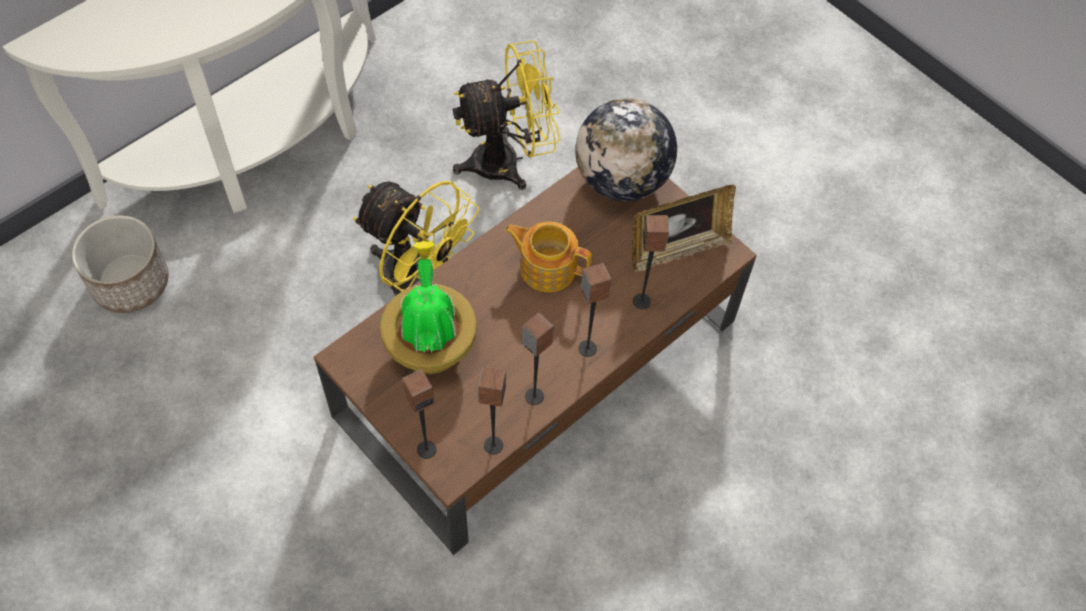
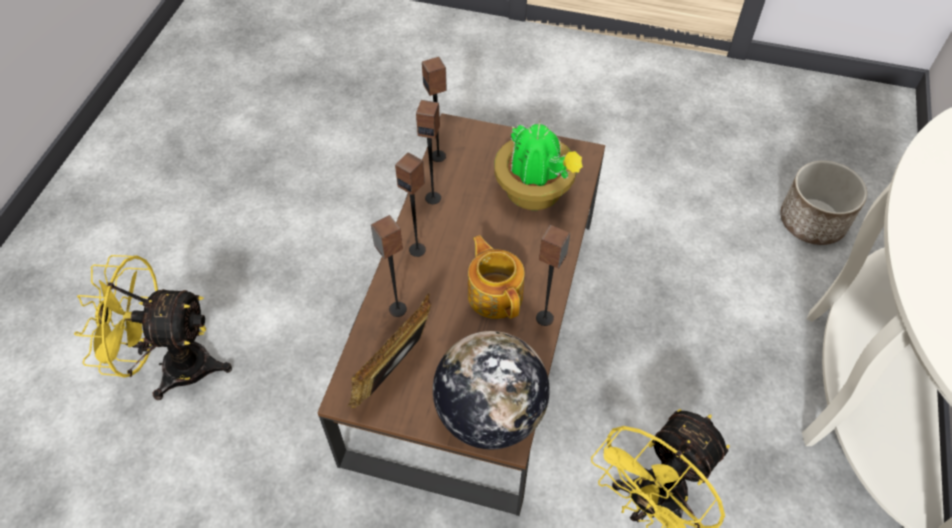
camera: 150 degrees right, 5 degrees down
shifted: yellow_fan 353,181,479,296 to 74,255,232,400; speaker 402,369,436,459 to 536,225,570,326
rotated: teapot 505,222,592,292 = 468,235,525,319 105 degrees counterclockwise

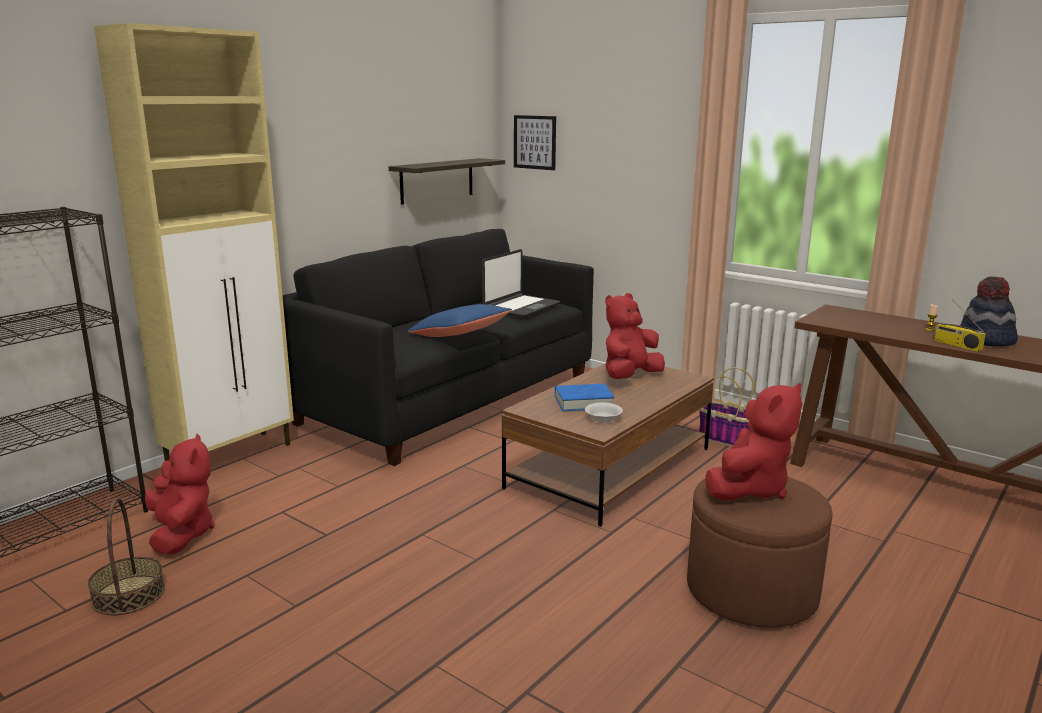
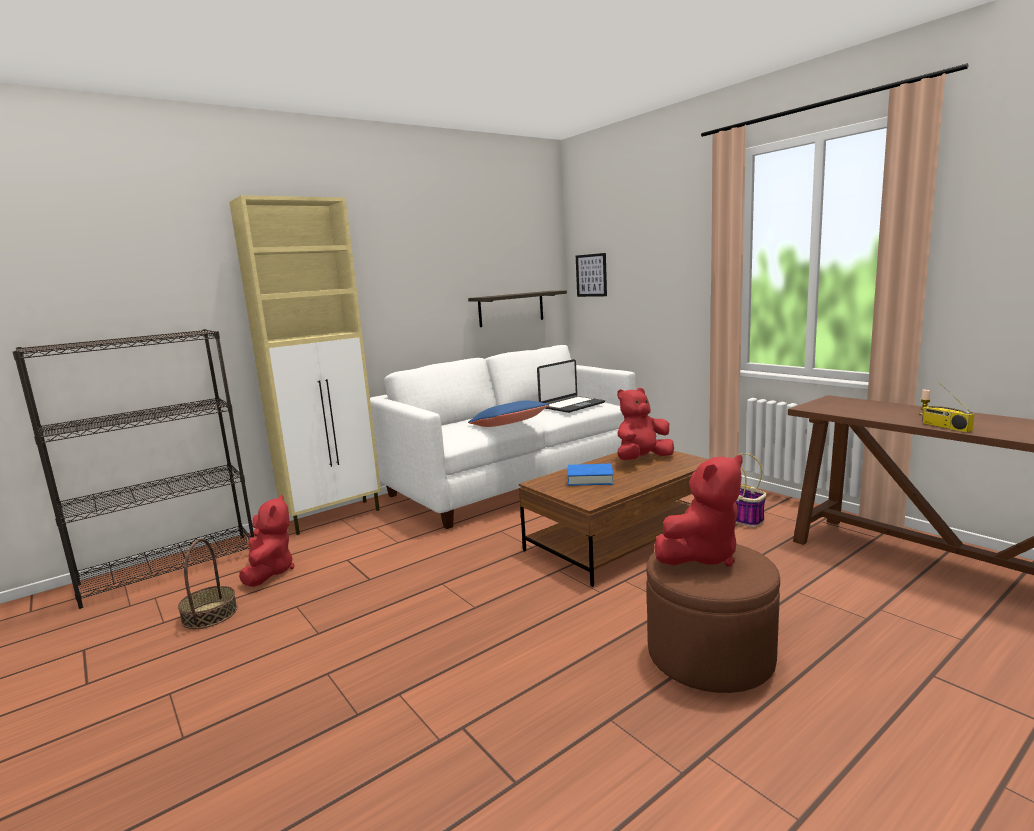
camera: 15 degrees right, 5 degrees down
gone: white_bowl 585,403,623,423; hat 960,276,1018,347
repainted: black_sofa 282,229,594,466 to white_sofa 370,345,636,529

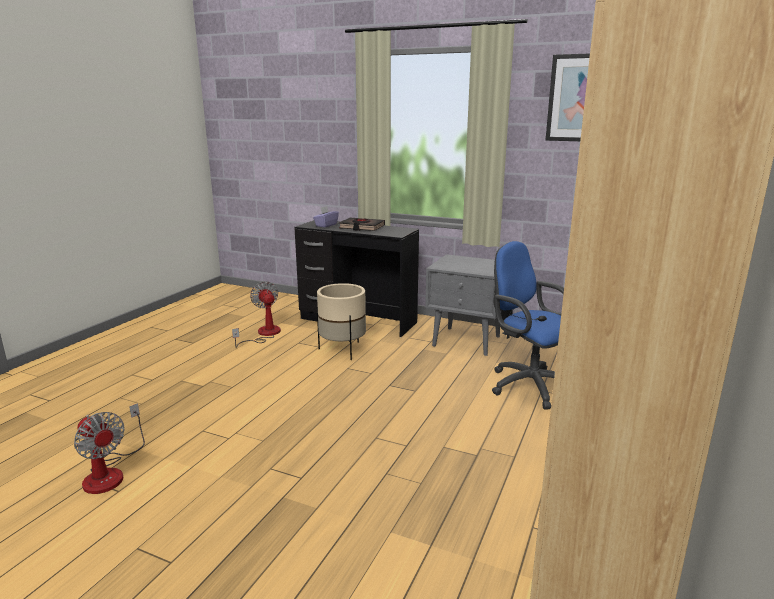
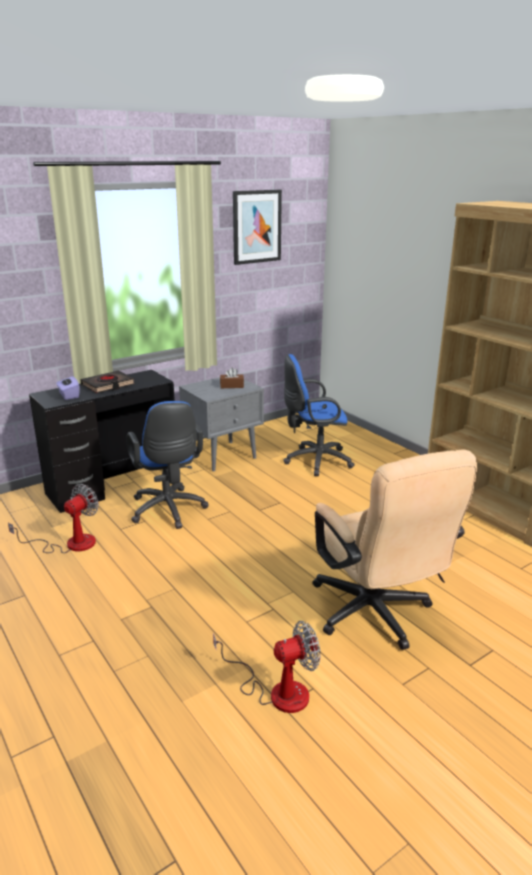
camera: 60 degrees left, 5 degrees up
new: brown_tissue_box 220,368,244,388; beige_office_chair 312,450,477,650
swapped: beige_planter 317,283,366,360 to blue_office_chair 126,401,208,529
rotated: fan 232,281,281,348 = 8,484,99,553 120 degrees clockwise

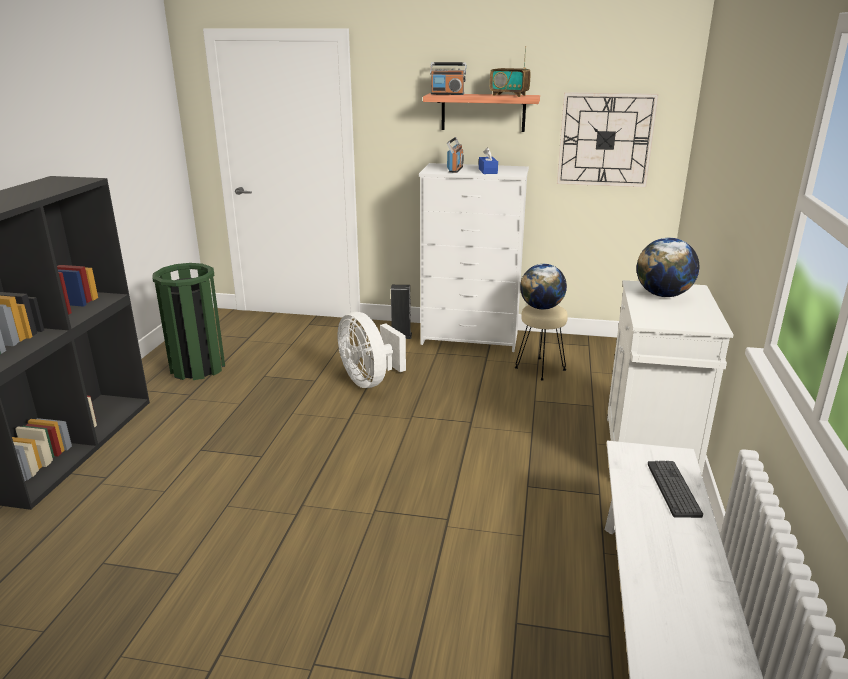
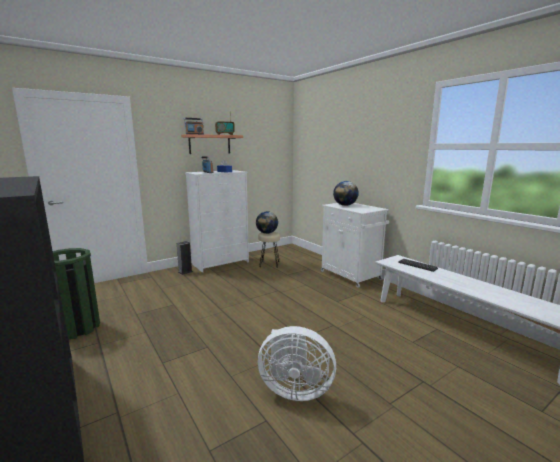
camera: 45 degrees left, 10 degrees down
gone: wall_clock 557,92,659,187
shifted: white_fan 337,312,406,388 to 258,326,336,401

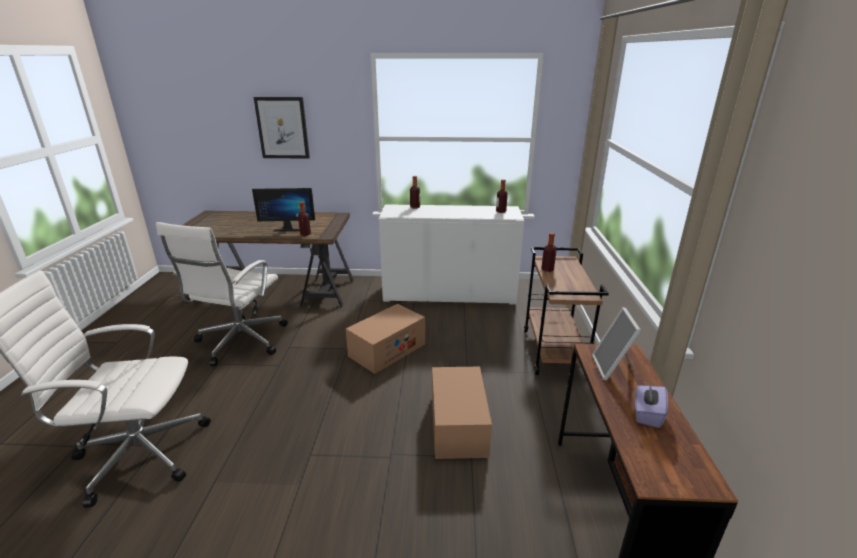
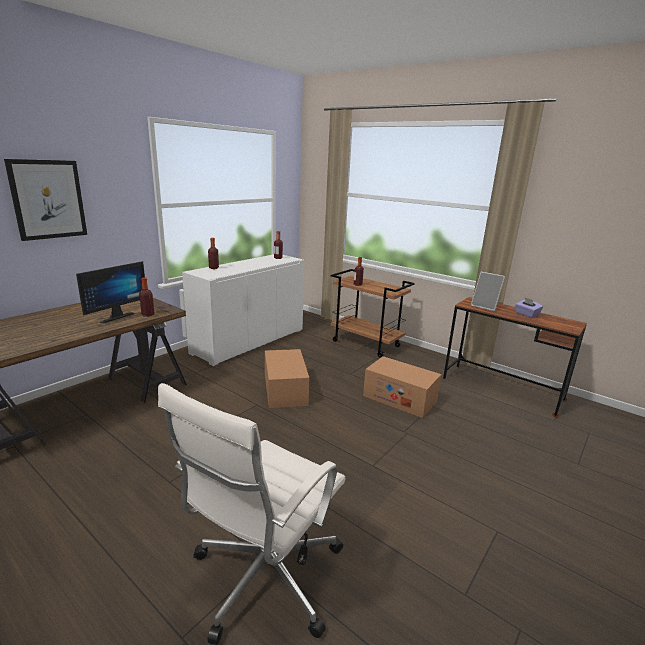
camera: 55 degrees left, 5 degrees down
gone: white_office_chair 156,222,288,366

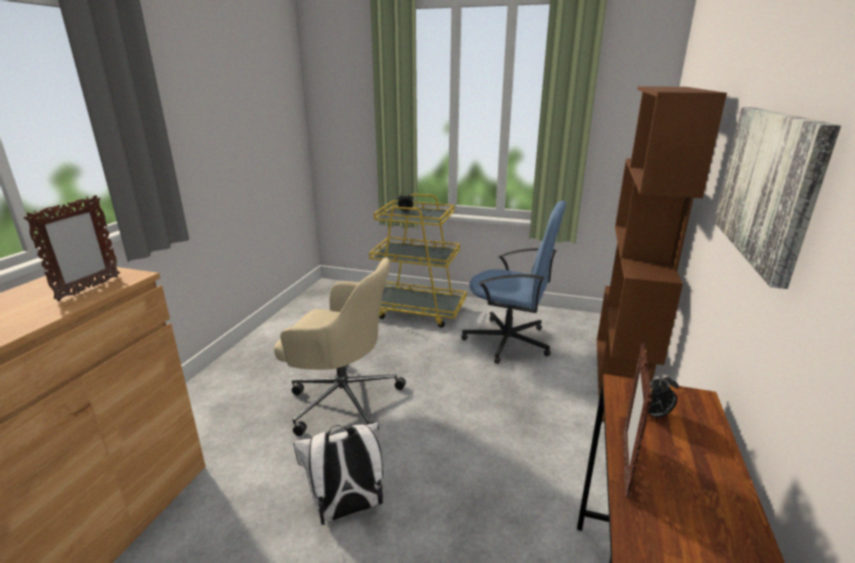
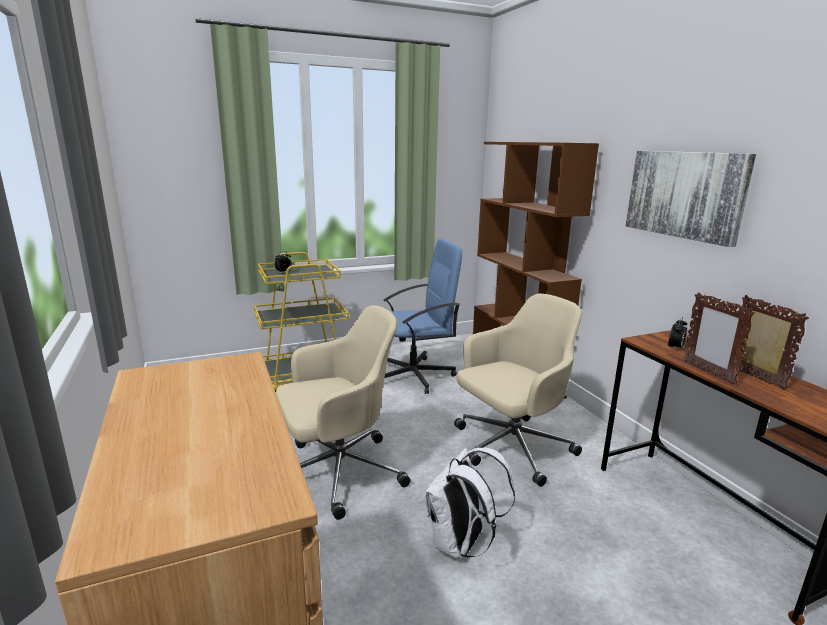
camera: 40 degrees left, 5 degrees down
new: beige_office_chair 454,293,582,487
shifted: picture_frame 24,195,120,301 to 735,295,809,390

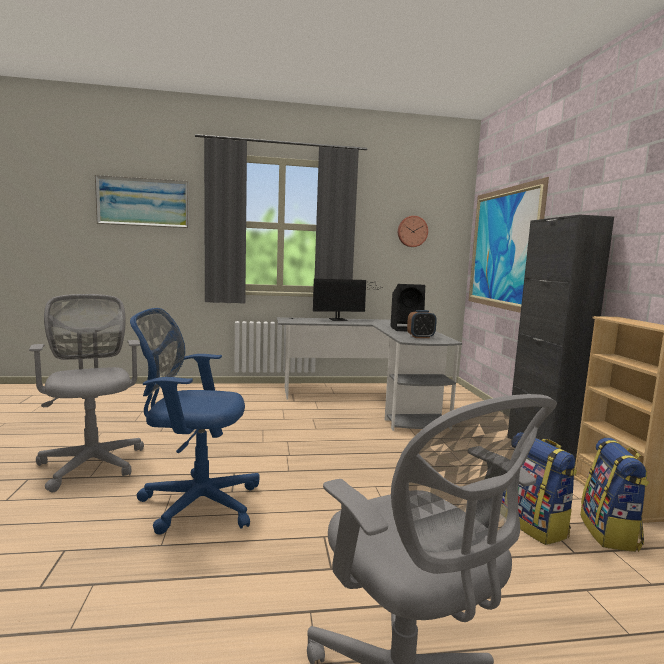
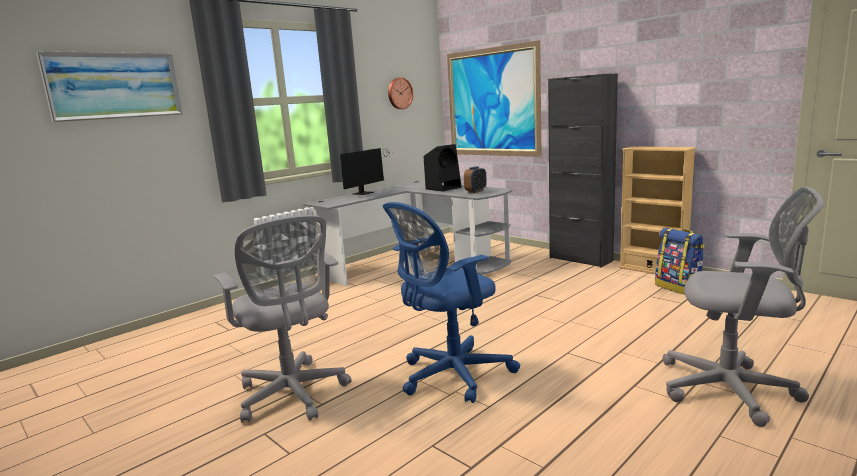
camera: 35 degrees left, 5 degrees up
gone: backpack 502,432,577,545
rotated: grey_office_chair 29,294,144,493 = 214,215,352,423 150 degrees counterclockwise

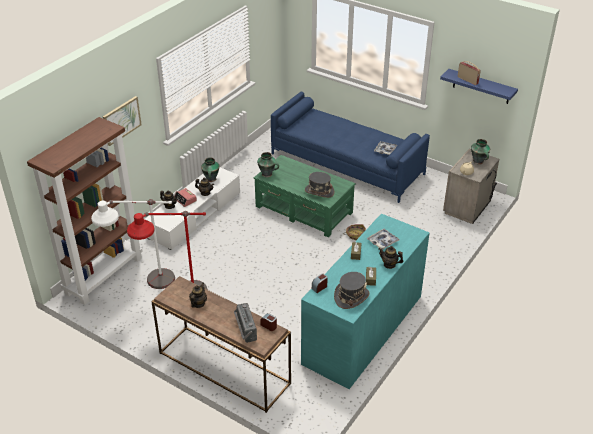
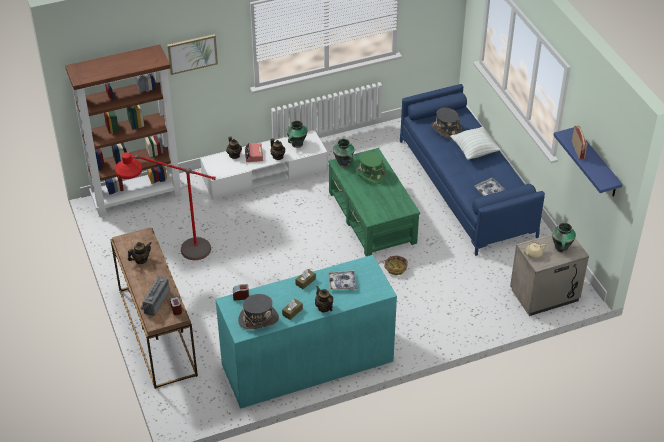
camera: 35 degrees right, 5 degrees up
gone: white_floor_lamp 91,199,175,289
new: green_hat 355,151,387,184; pillow 450,127,501,160
shifted: grey_hat 305,172,334,198 to 432,108,462,139

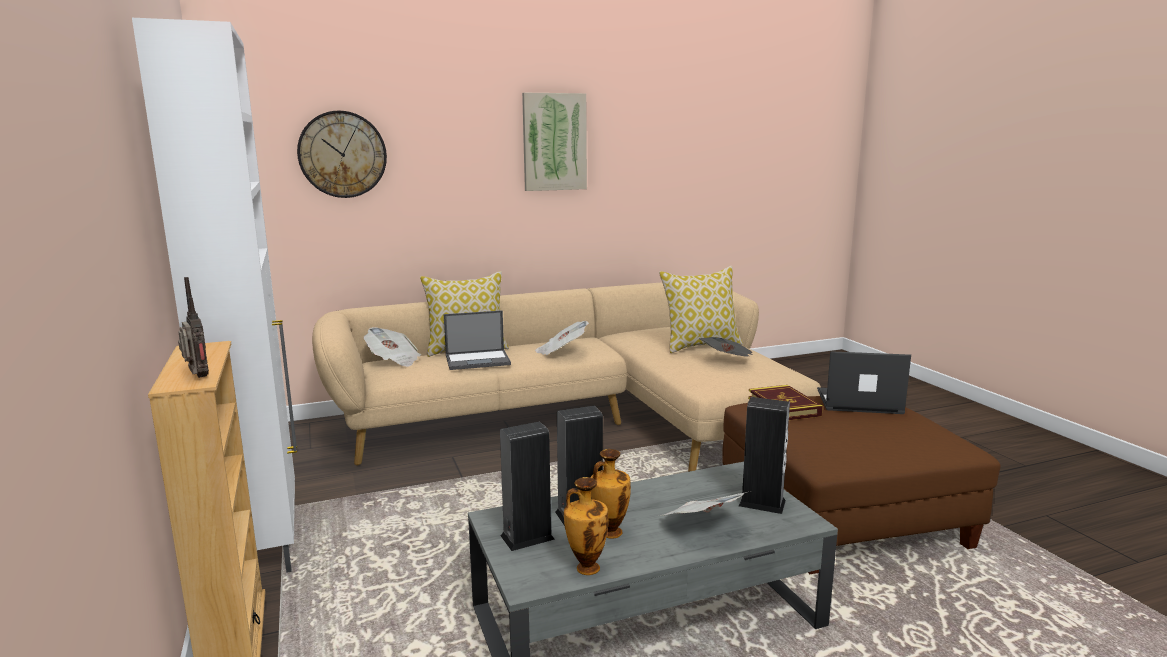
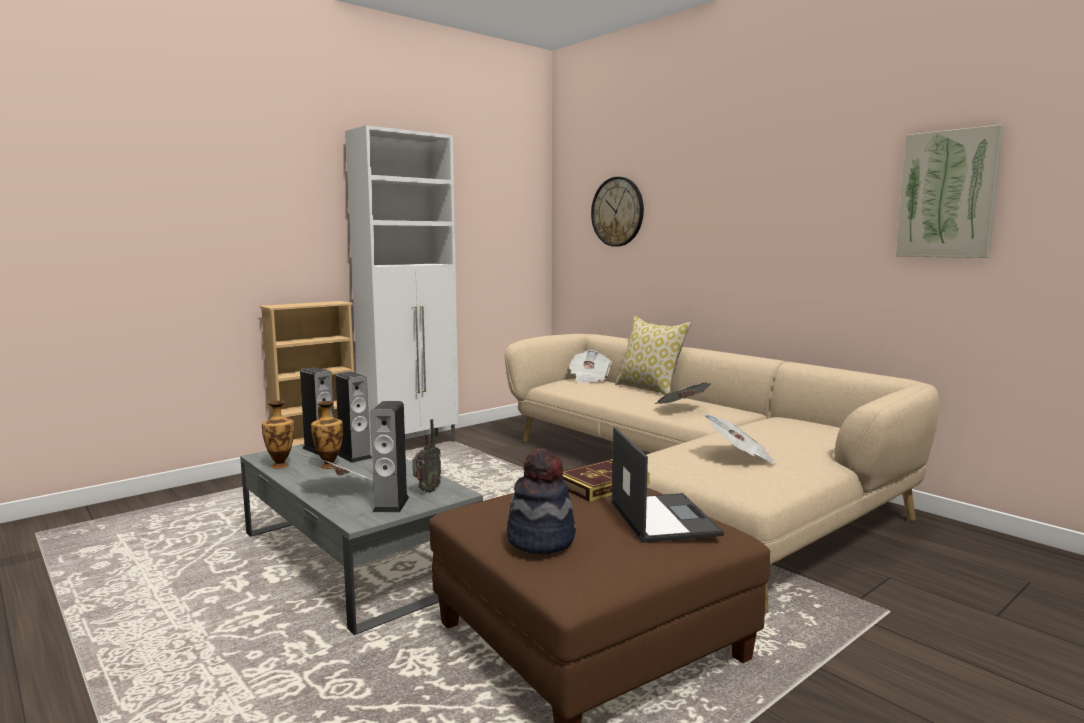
camera: 70 degrees right, 5 degrees down
gone: laptop 444,310,511,370; pillow 659,266,743,353
new: hat 507,448,576,554
shifted: radio 178,277,209,378 to 413,419,441,492; picture 522,93,587,191 to 896,125,1004,258

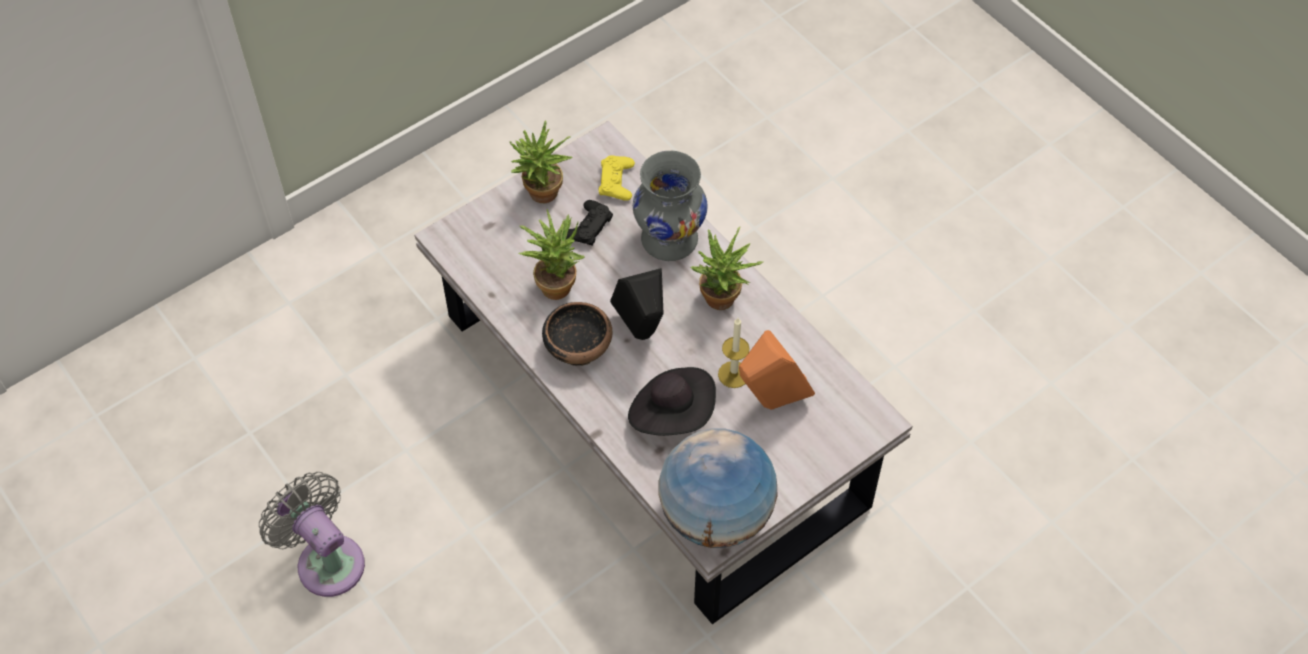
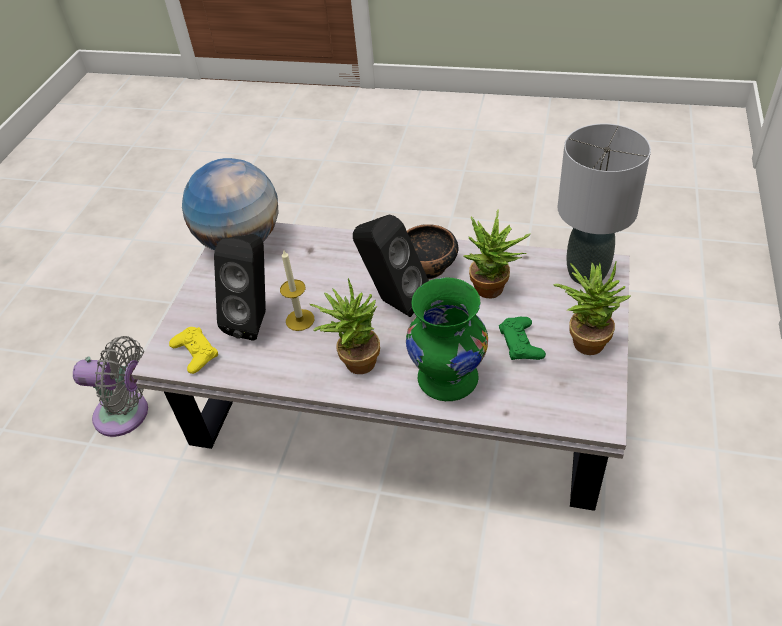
camera: 145 degrees right, 10 degrees down
gone: black_hat 628,367,716,436
new: grey_table_lamp 558,123,651,284
shifted: grey_fan 259,472,365,597 to 73,336,148,437; yellow_game_controller 599,155,635,201 to 169,327,218,374
repainted: orange_speaker 739,330,815,410 to black_speaker 214,234,266,341; grey_vase 633,151,708,261 to green_vase 406,277,488,401; black_game_controller 566,200,613,246 to green_game_controller 499,317,546,360

